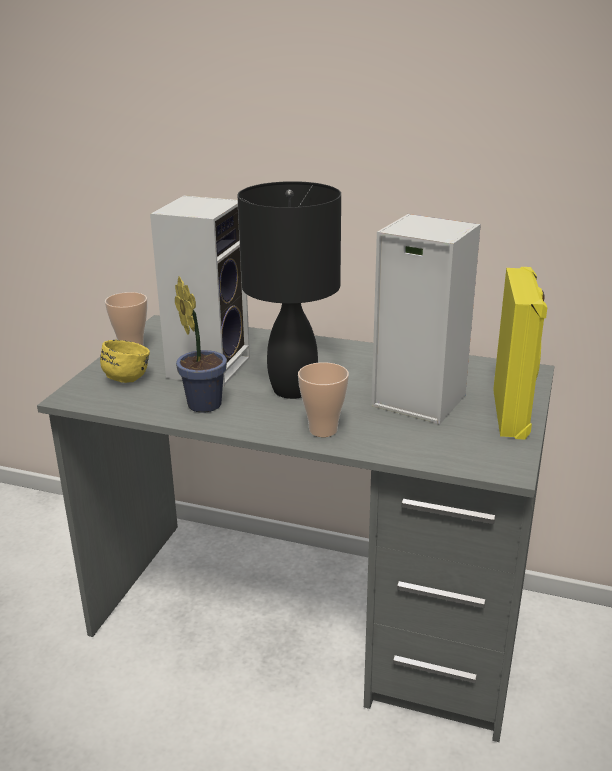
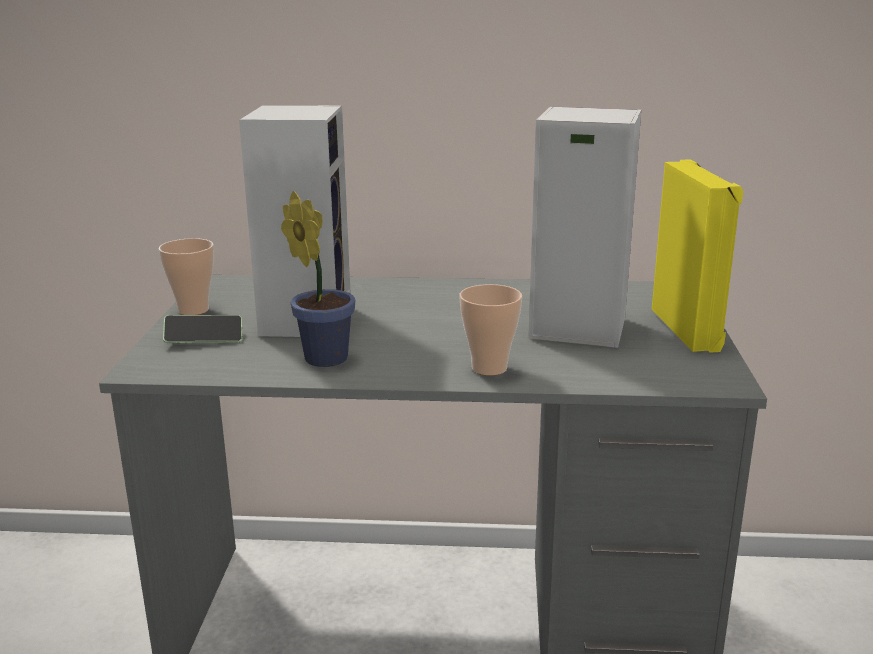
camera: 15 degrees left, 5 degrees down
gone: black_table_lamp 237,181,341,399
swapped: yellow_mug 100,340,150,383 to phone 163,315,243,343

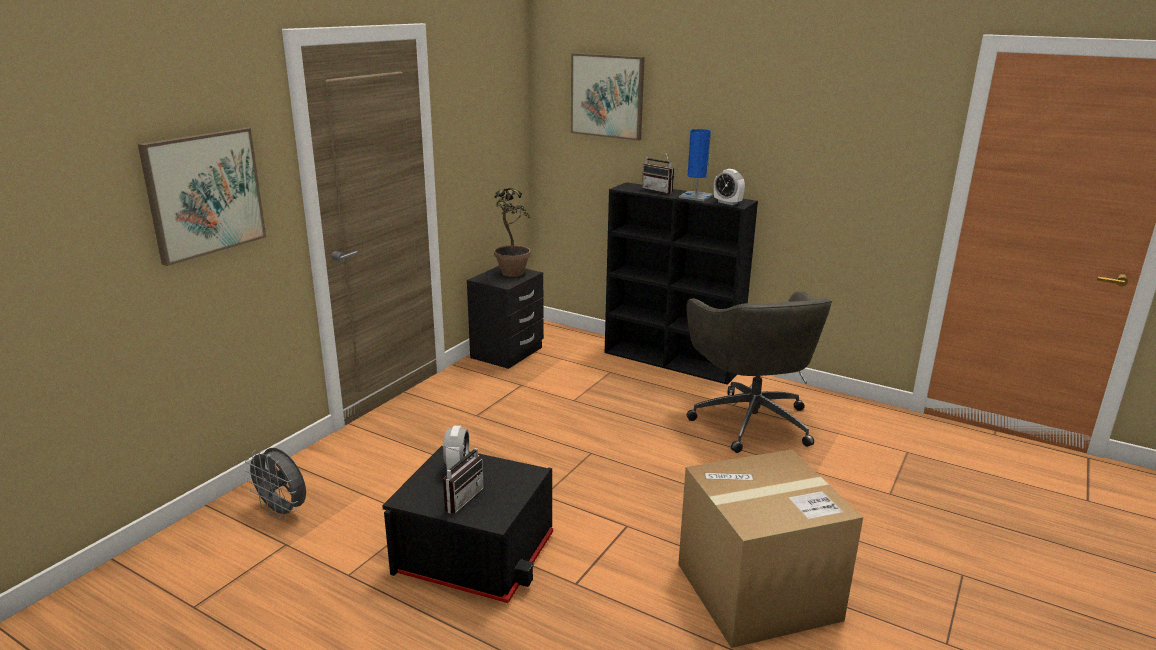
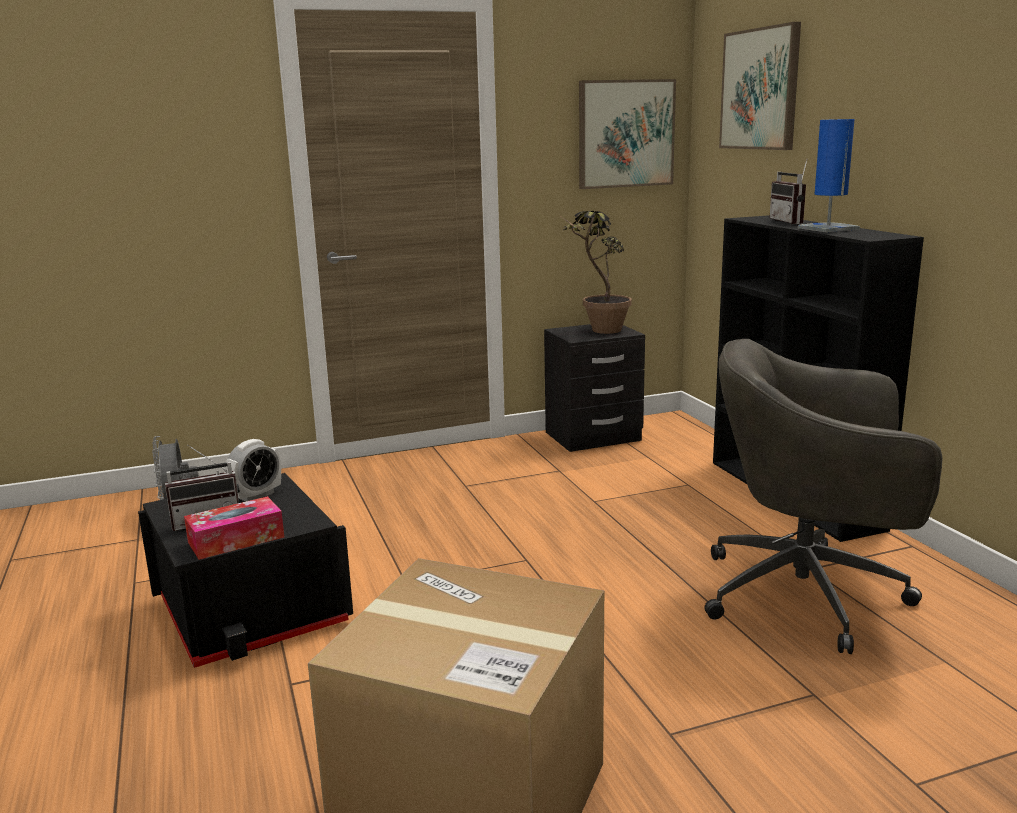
camera: 40 degrees right, 5 degrees down
gone: alarm_clock 714,169,745,205
new: tissue_box 184,496,284,560
shifted: picture 138,128,266,266 to 579,79,676,189
rotated: grey_office_chair 687,291,832,453 = 704,339,943,654 75 degrees clockwise

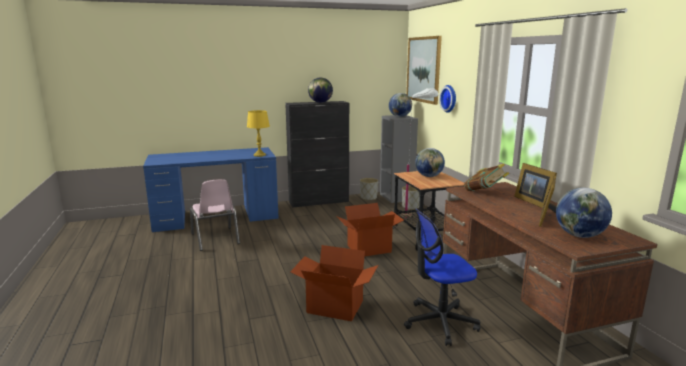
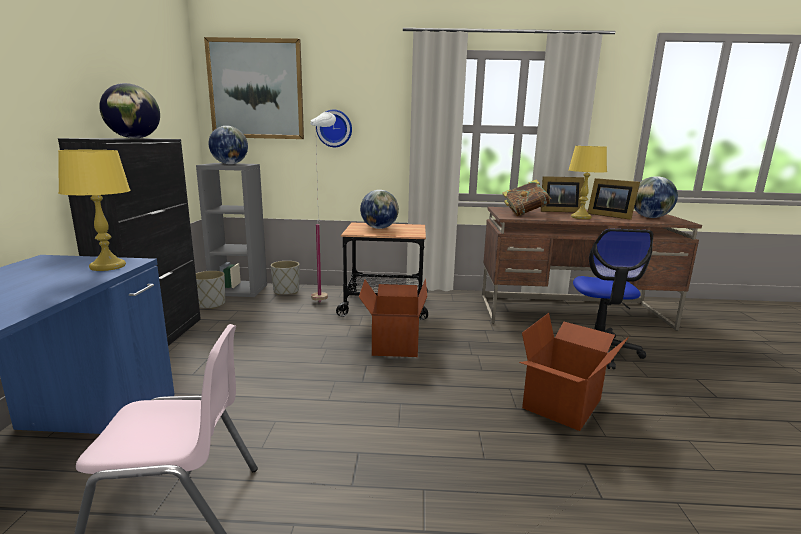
camera: 70 degrees left, 0 degrees up
new: yellow_table_lamp 569,146,607,219

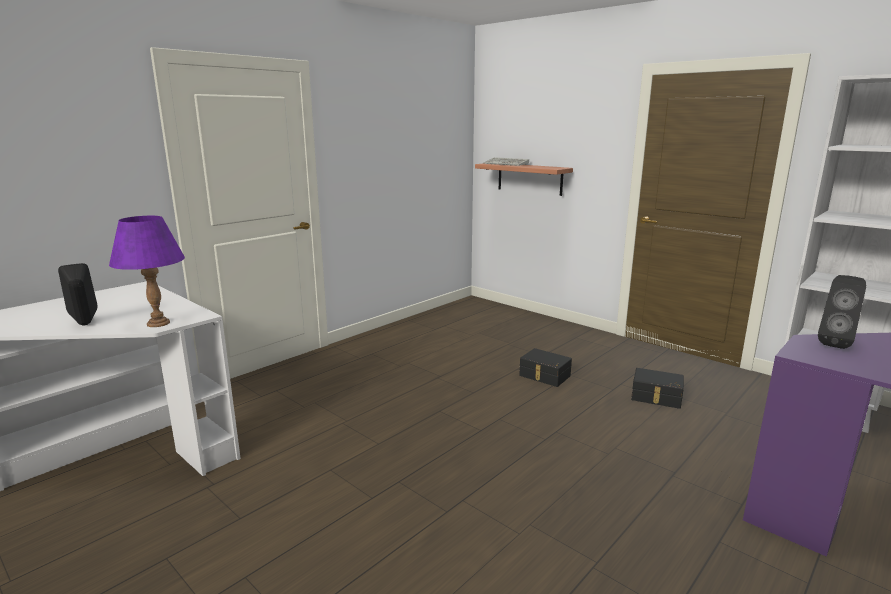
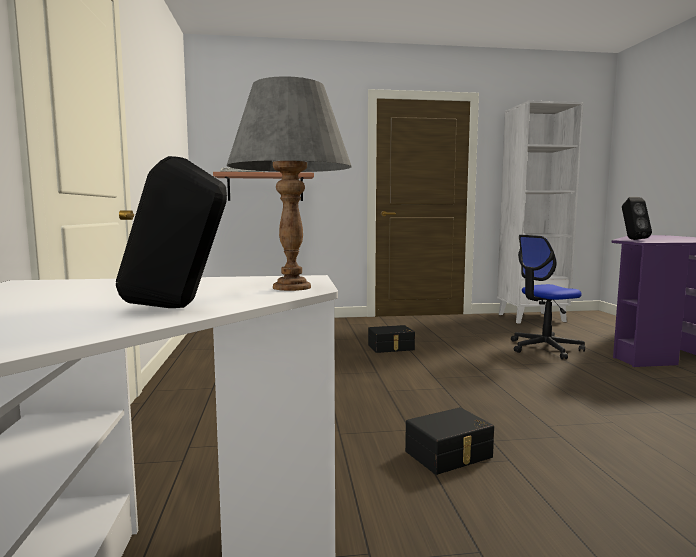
camera: 50 degrees left, 10 degrees down
new: office_chair 511,235,585,359
shifted: black_storage_box 631,368,684,409 to 405,407,494,475
repainted: purple_table_lamp 109,216,185,327 to grey_table_lamp 227,76,352,291

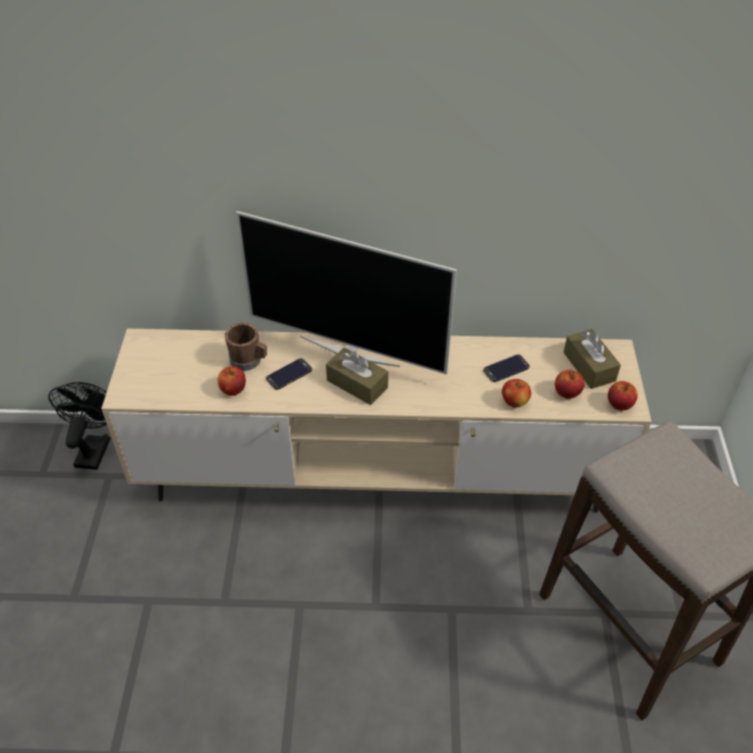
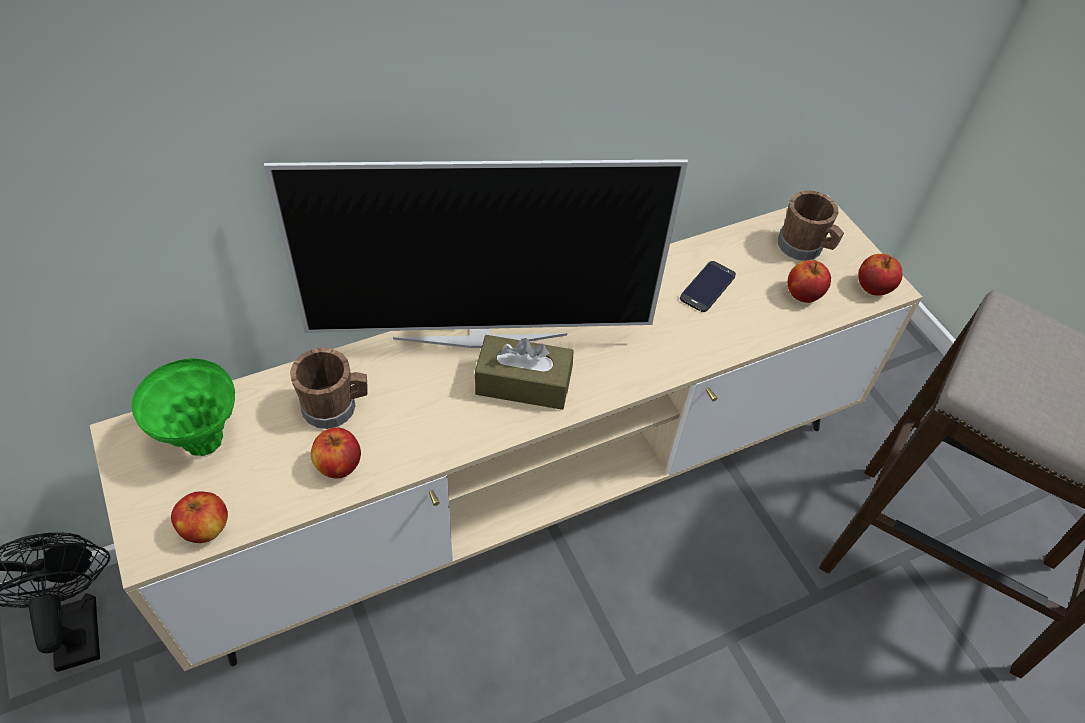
camera: 30 degrees left, 5 degrees up
gone: phone 266,358,312,390
new: green_vase 132,358,235,456
shifted: apple 502,379,531,408 to 171,491,228,543
swapped: brown_tissue_box 563,329,621,389 to brown_mug 778,190,844,261

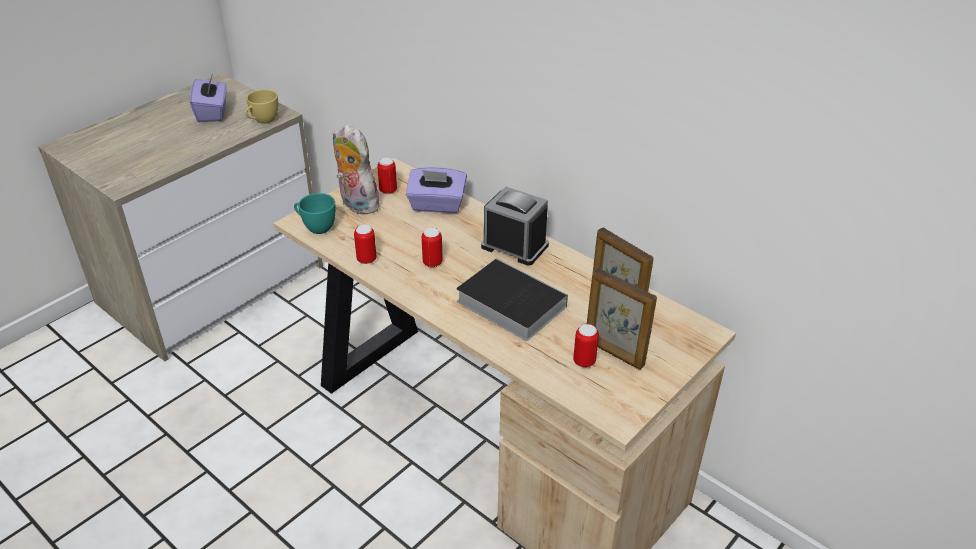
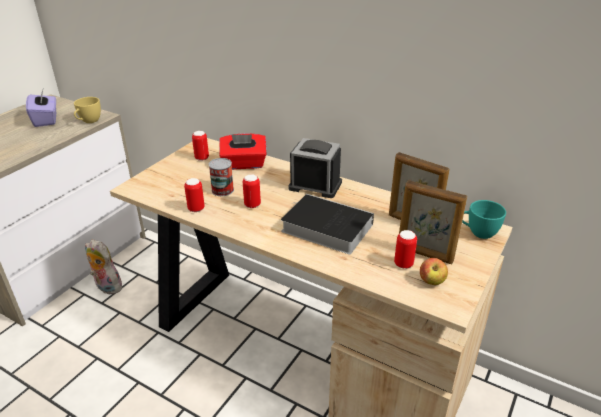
camera: 10 degrees left, 5 degrees down
new: can 209,158,234,196; apple 420,258,448,285
shifted: plush_toy 333,124,380,215 to 85,239,122,294; turquoise_cup 294,193,336,234 to 462,200,506,239
repainted: purple_tissue_box 406,167,467,213 to red_tissue_box 220,133,266,170

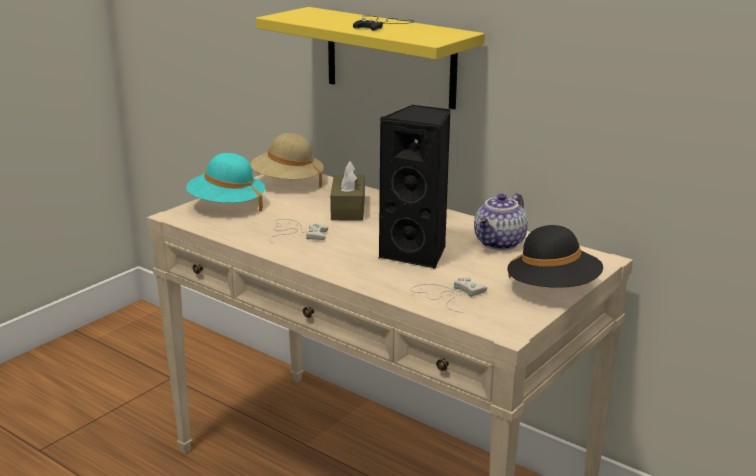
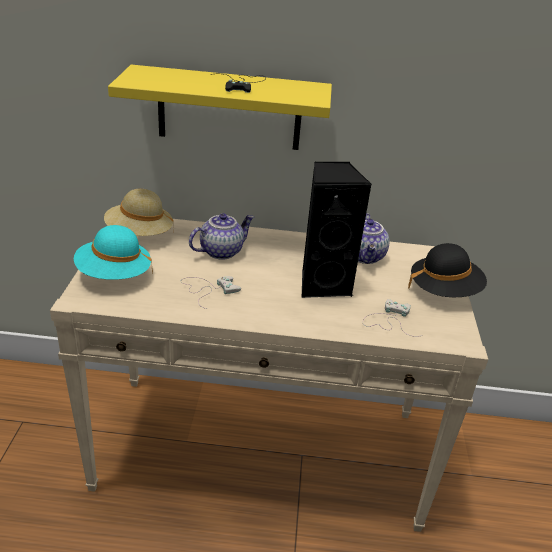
camera: 35 degrees left, 10 degrees up
swapped: brown_tissue_box 330,161,365,221 to teapot 189,213,254,260

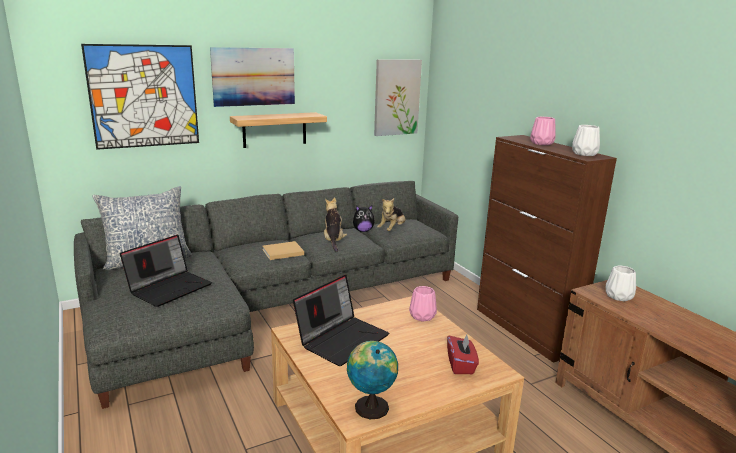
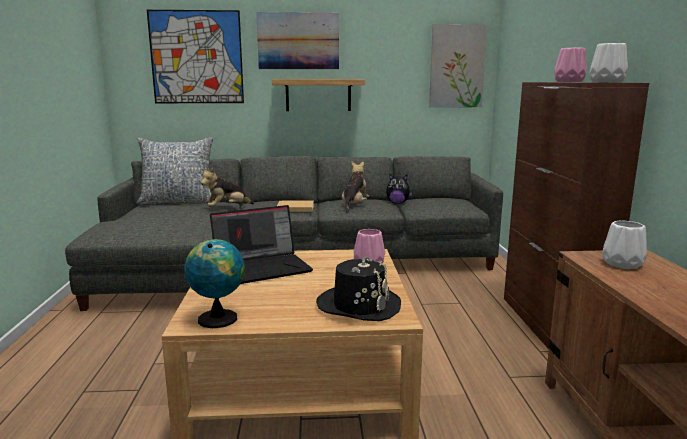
camera: 25 degrees right, 5 degrees down
gone: laptop 120,235,212,307
shifted: plush_toy 377,198,405,231 to 201,168,254,206
swapped: red_tissue_box 447,335,479,374 to black_hat 316,257,401,321

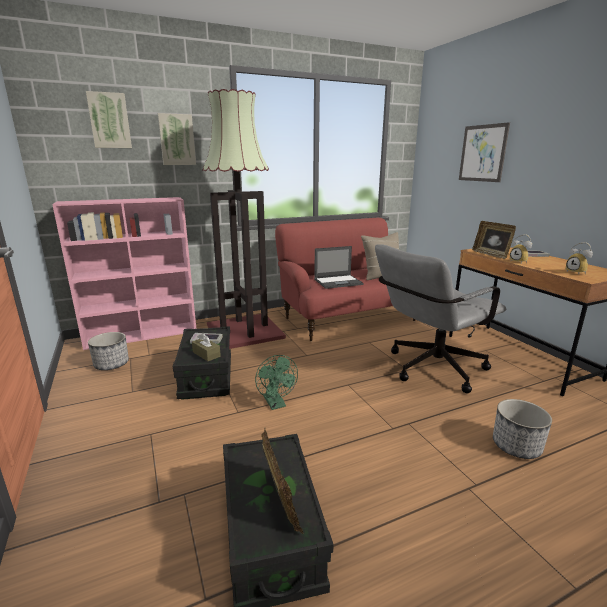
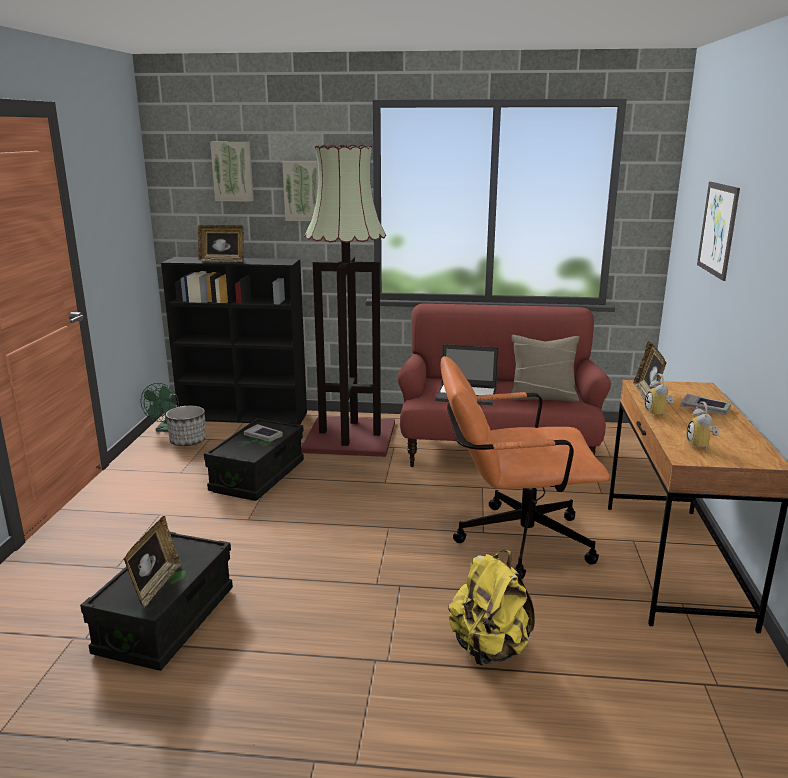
camera: 30 degrees right, 0 degrees up
gone: brown_tissue_box 192,333,221,361
new: picture_frame 198,225,244,262
shifted: green_fan 255,355,298,410 to 140,383,179,432
swapped: planter 493,399,552,459 to yellow_backpack 448,550,535,666
repainted: pink_bookcase 52,197,196,350 to black_bookcase 161,257,307,425; grey_office_chair 375,244,506,393 to orange_office_chair 440,356,609,579

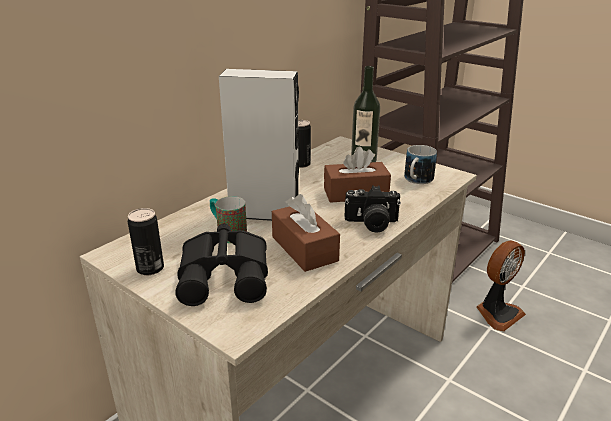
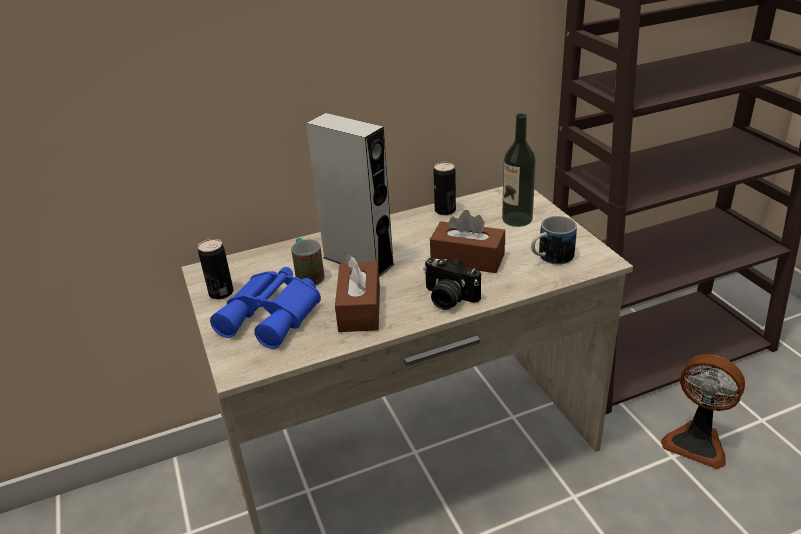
camera: 30 degrees right, 5 degrees up
repainted: black_binoculars 175,224,268,306 to blue_binoculars 210,267,321,349
rotated: fan 476,240,526,331 = 661,354,745,469 45 degrees clockwise

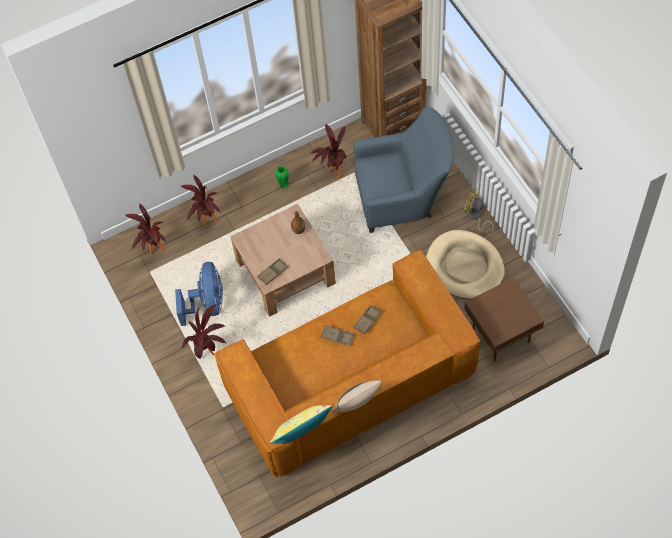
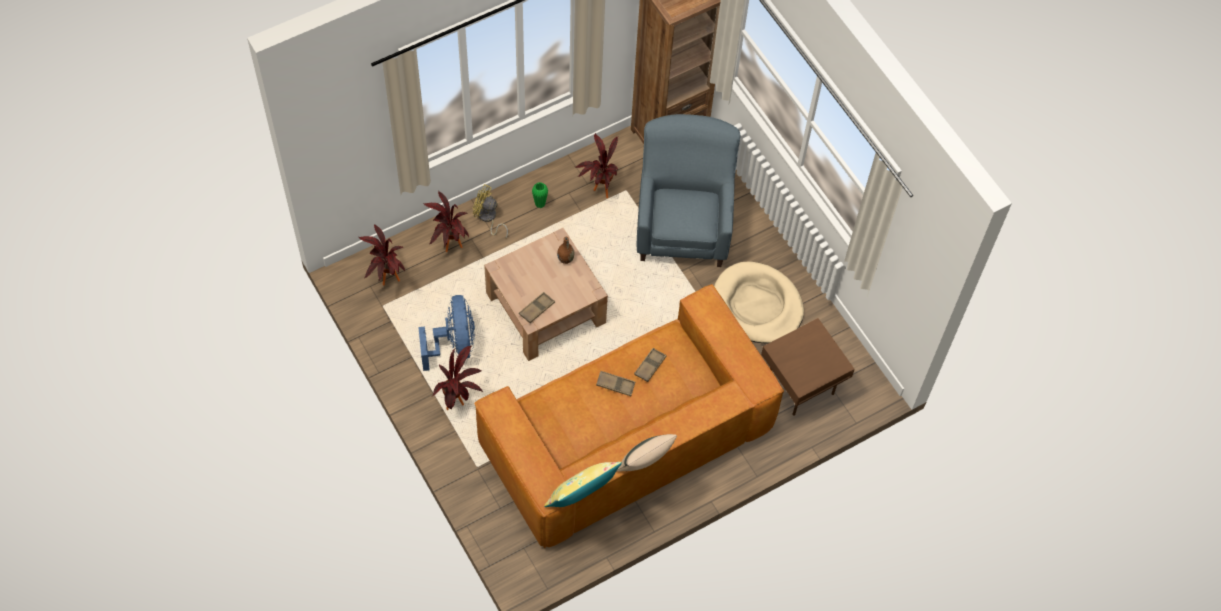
camera: 10 degrees left, 0 degrees up
shifted: yellow_fan 463,187,494,233 to 473,184,508,238
rotated: blue_armchair 353,107,454,233 = 637,114,740,267 75 degrees counterclockwise

